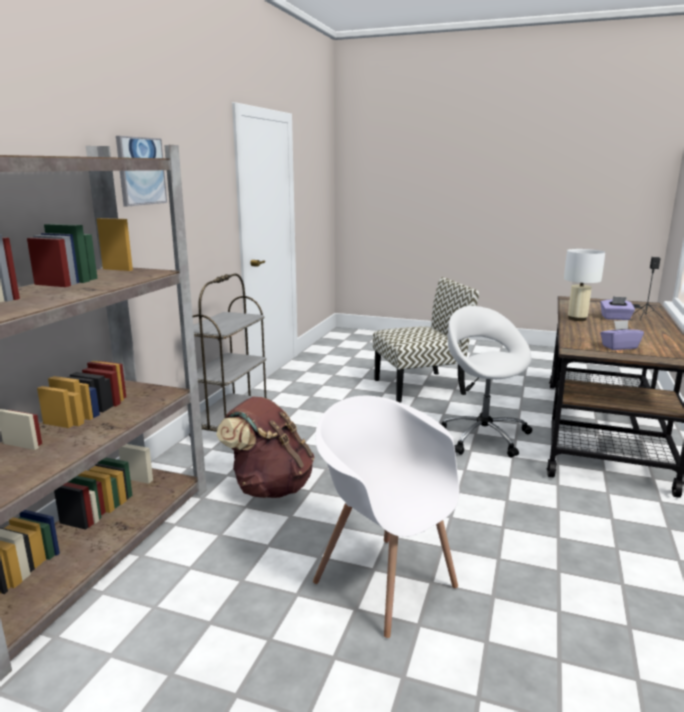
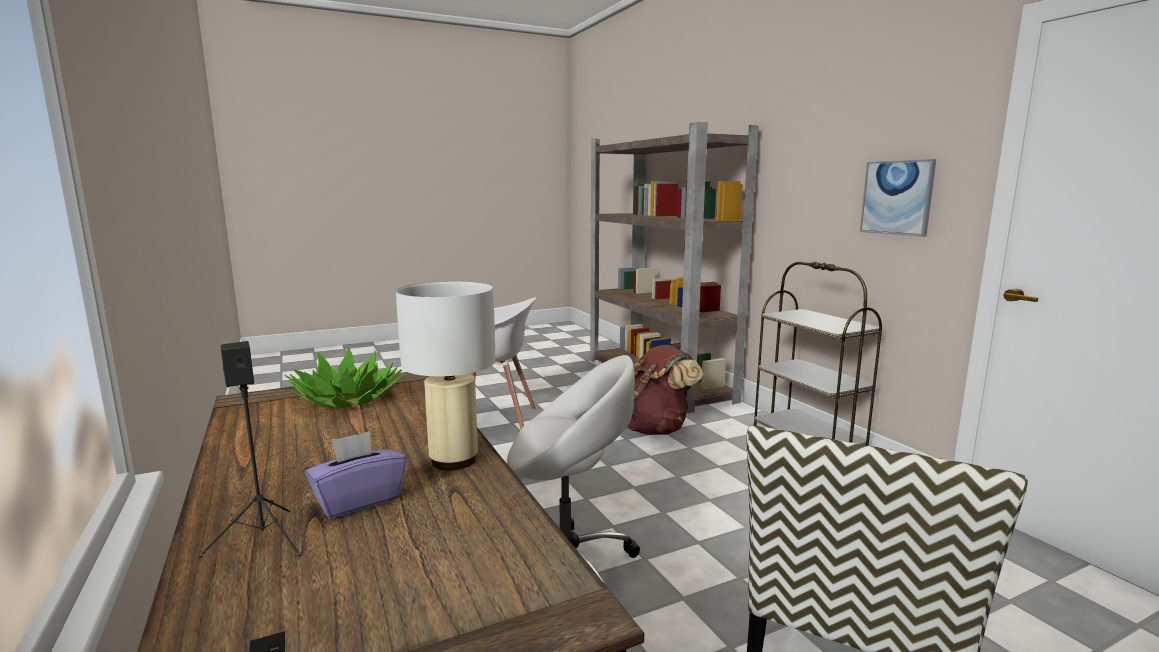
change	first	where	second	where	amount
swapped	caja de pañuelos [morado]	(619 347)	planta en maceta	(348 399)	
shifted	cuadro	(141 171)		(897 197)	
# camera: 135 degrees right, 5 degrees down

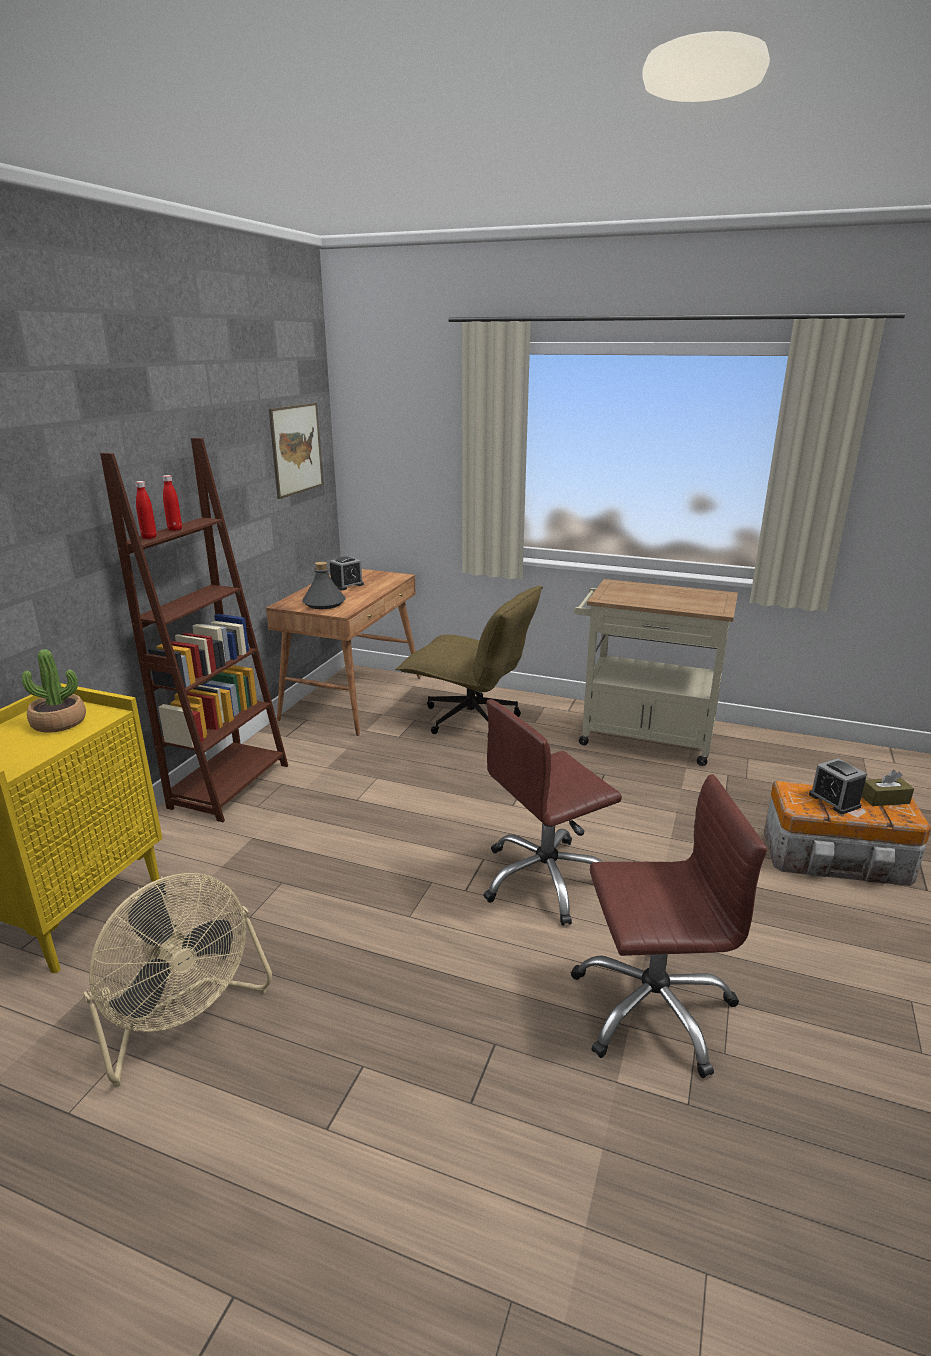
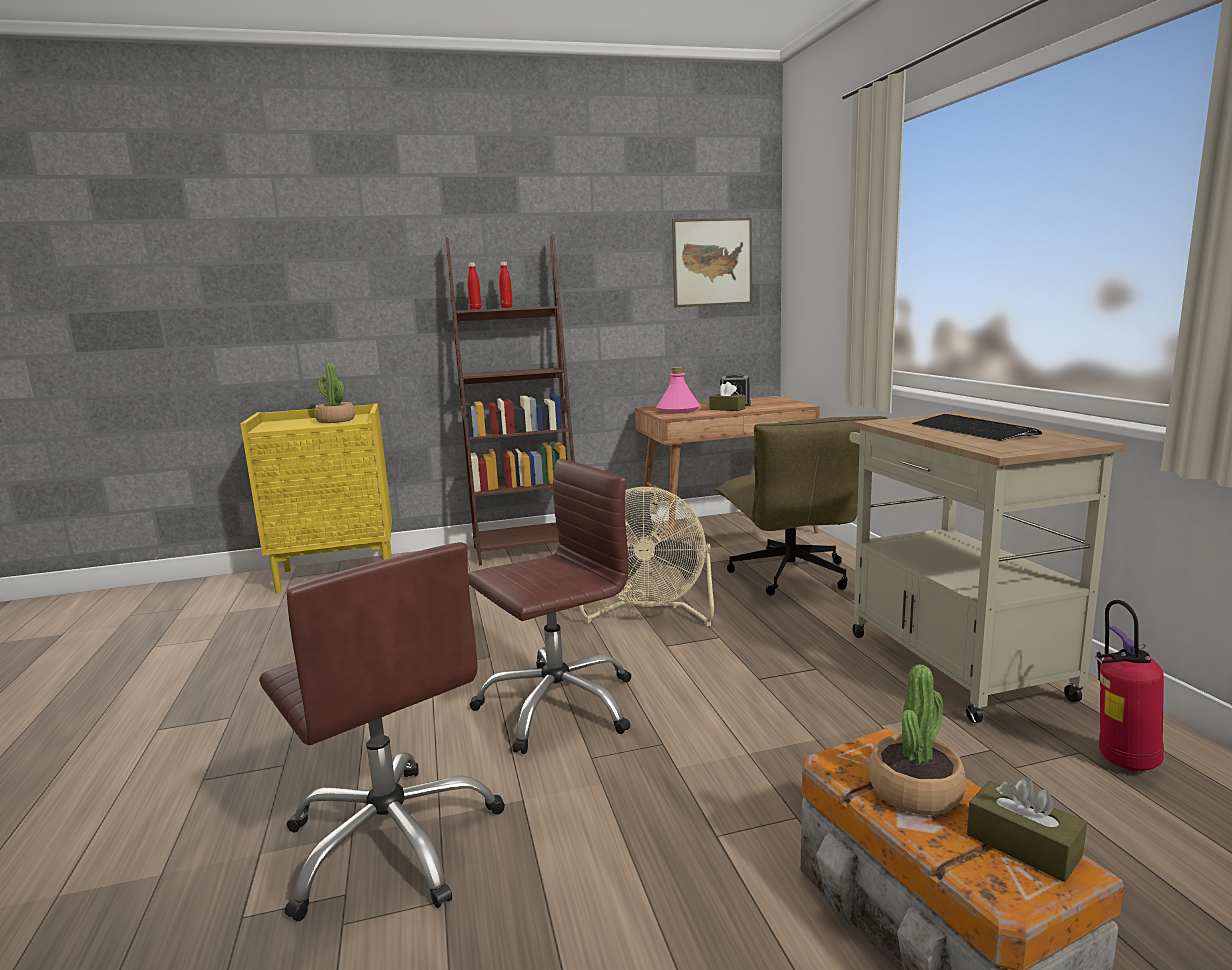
change	first	where	second	where	amount
rotated	silla de oficina [marrón]	(545 879)		(557 705)	120 degrees clockwise
shifted	ventilador [beis]	(174 1020)		(645 613)	
repainted	botella [gris]	(324 603)	botella [rosa]	(678 410)	
new			caja de pañuelos [marrón]	(727 409)	
swapped	despertador	(834 800)	planta en maceta	(915 791)	
new			teclado	(973 430)	
new			extintor	(1121 761)	
# camera: 55 degrees right, 10 degrees down

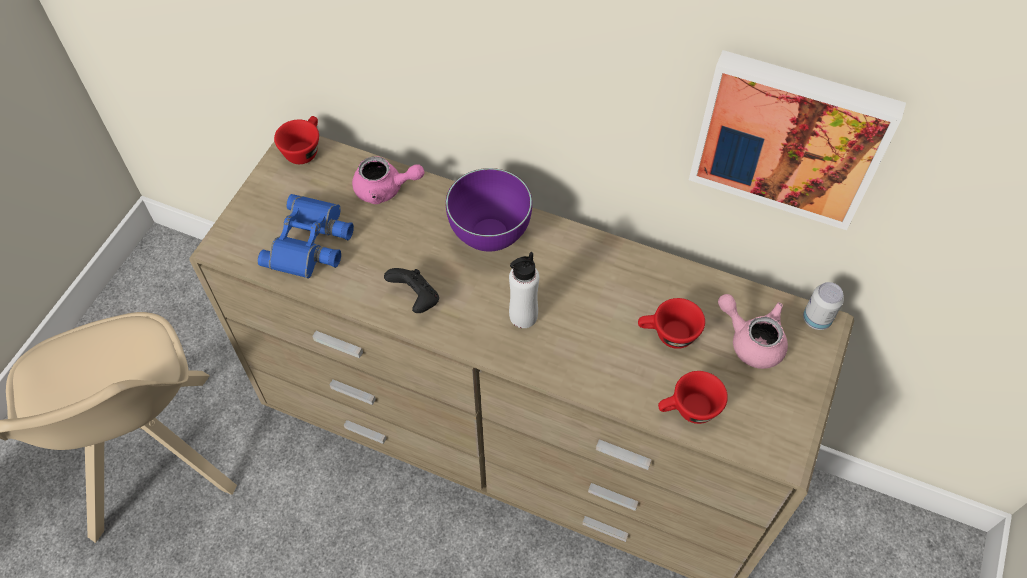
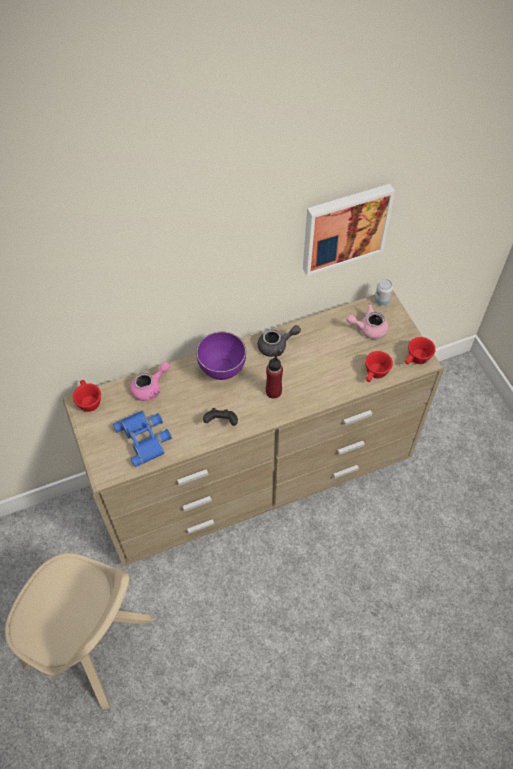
change	first	where	second	where	amount
new			tetera [gris]	(276 346)	
repainted	botella [blanco]	(523 316)	botella [rojo]	(273 391)	
shifted	taza [rojo]	(668 335)		(416 359)	
# camera: 45 degrees left, 0 degrees up

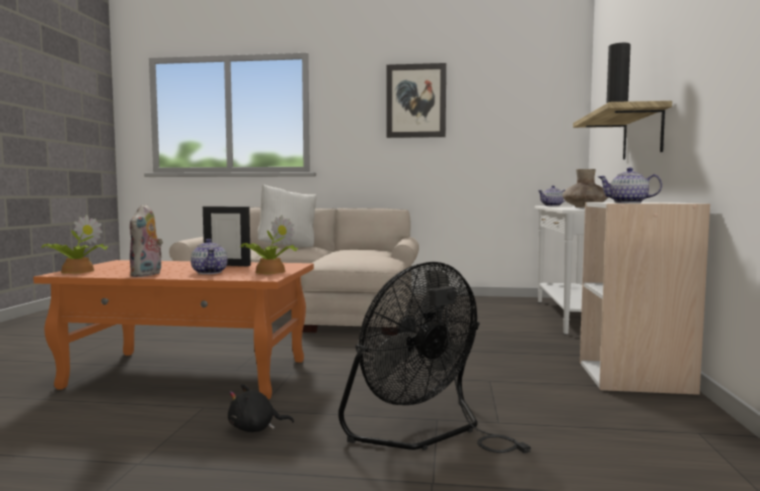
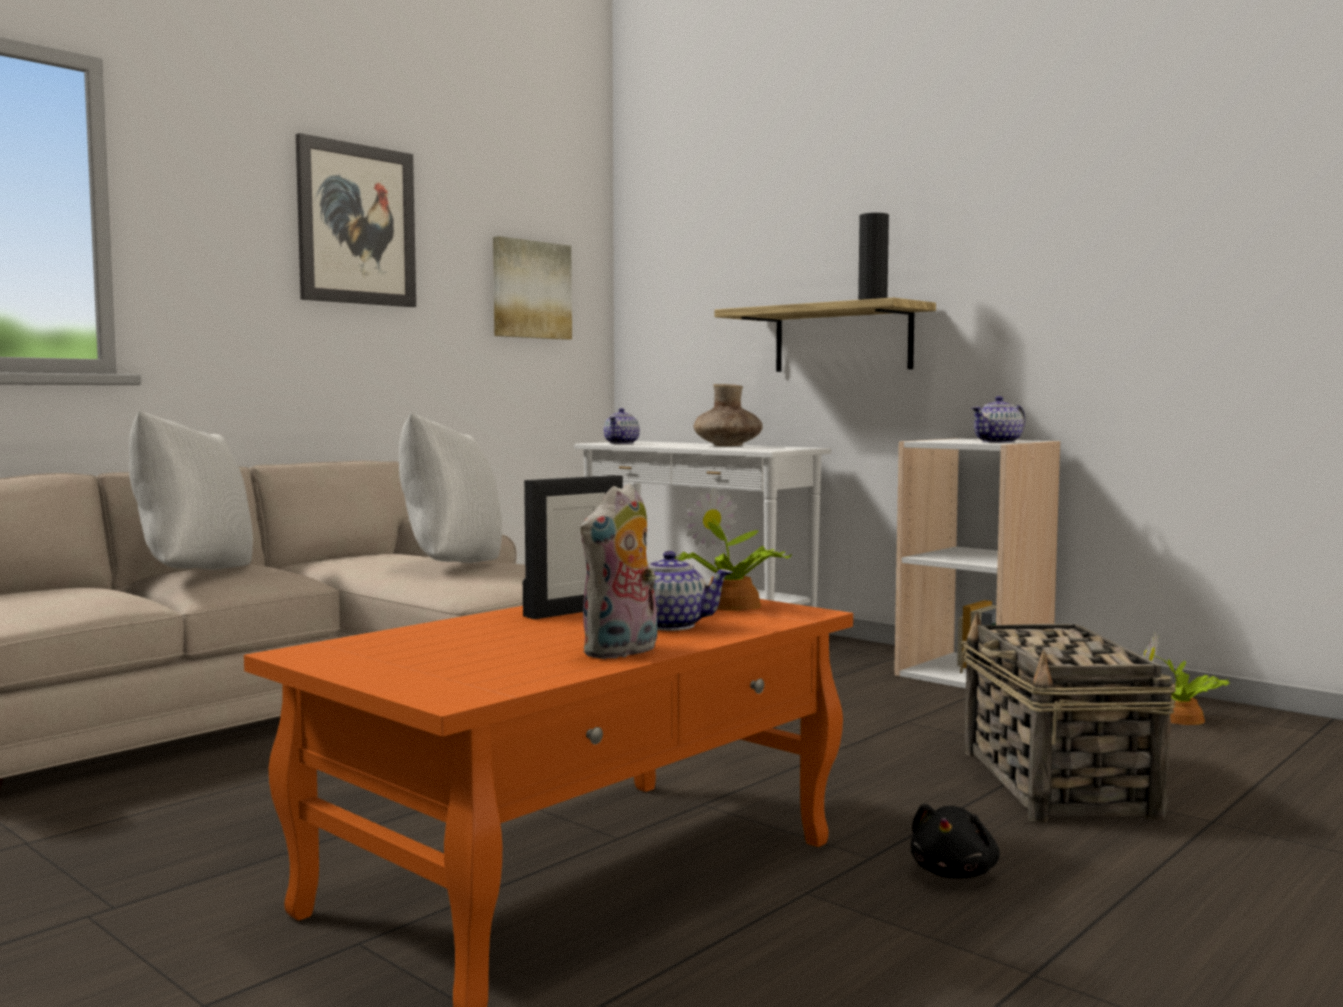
change	first	where	second	where	amount
new			cojín [blanco]	(450 565)	
new			cuadro	(530 290)	
rotated	peluche	(147 274)		(622 652)	90 degrees clockwise
swapped	ventilador [negro]	(435 430)	cesta	(1057 784)	
shifted	planta en maceta	(75 271)		(1182 719)	
# camera: 55 degrees left, 0 degrees up

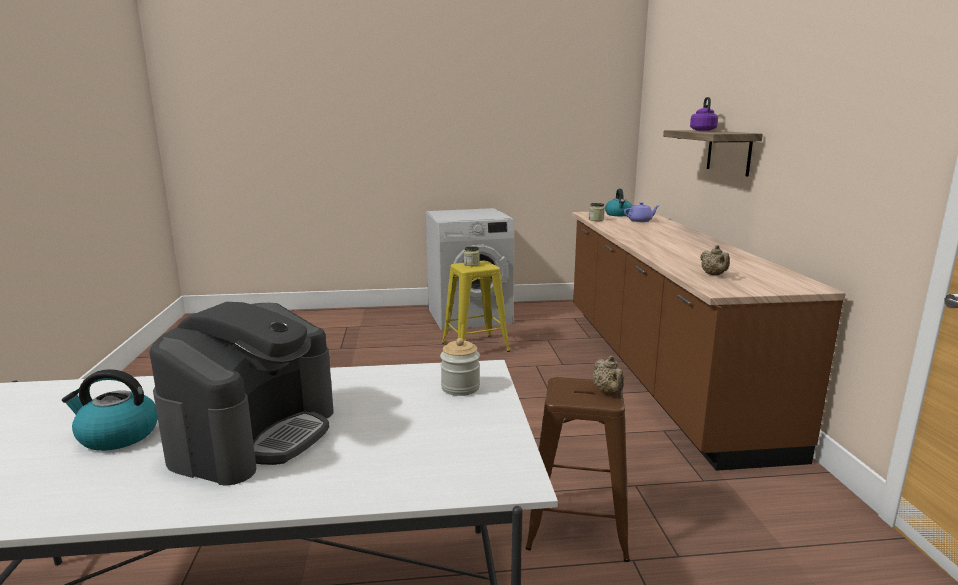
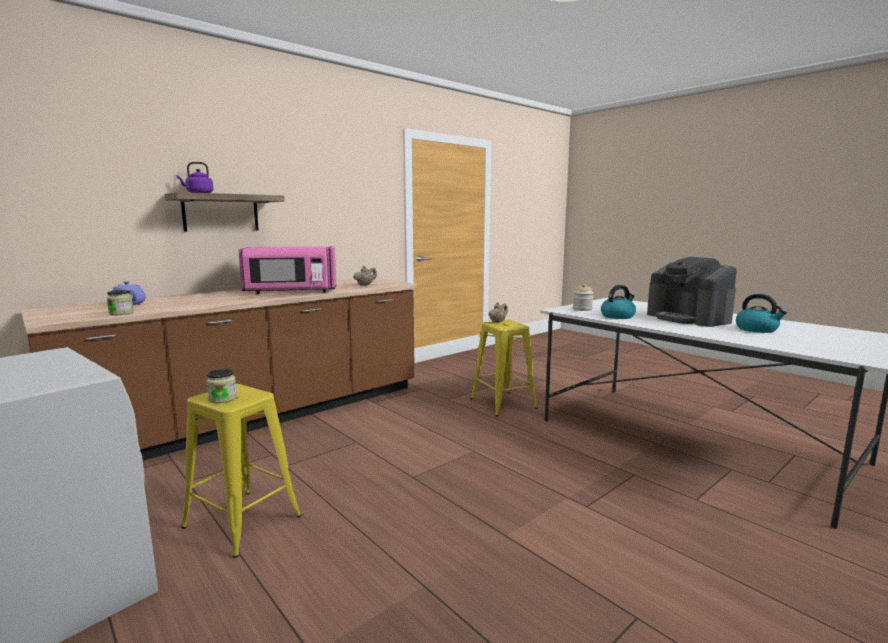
change	first	where	second	where	amount
new			microondas [rosa]	(290 292)	
repainted	taburete [marrón]	(577 526)	taburete [amarillo]	(503 403)	
shifted	hervidor	(618 214)		(618 316)	
rotated	cafetera	(255 434)		(688 318)	105 degrees counterclockwise
# camera: 125 degrees left, 5 degrees down

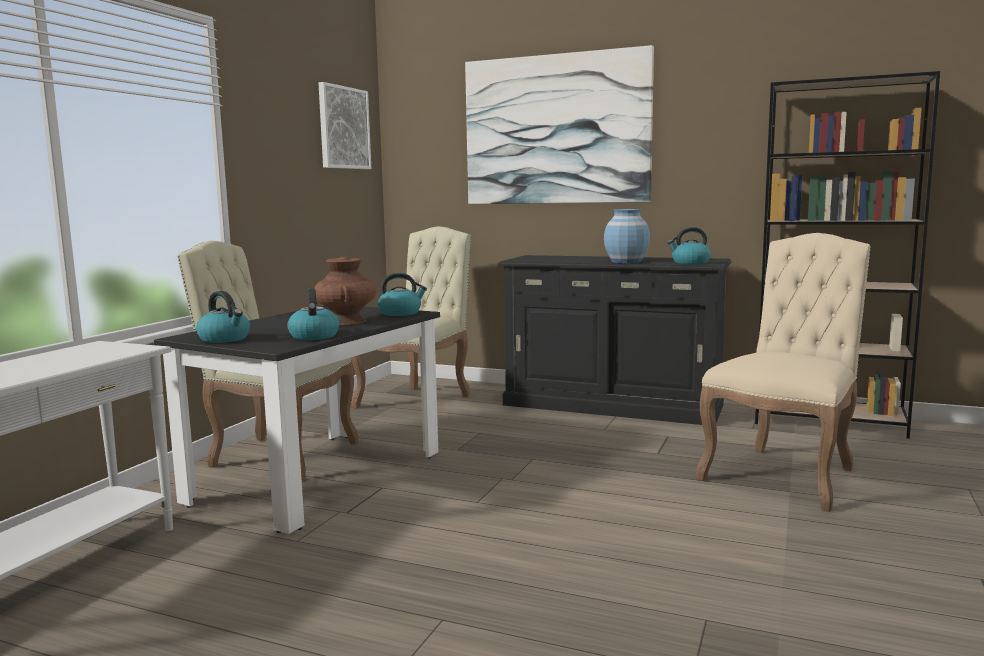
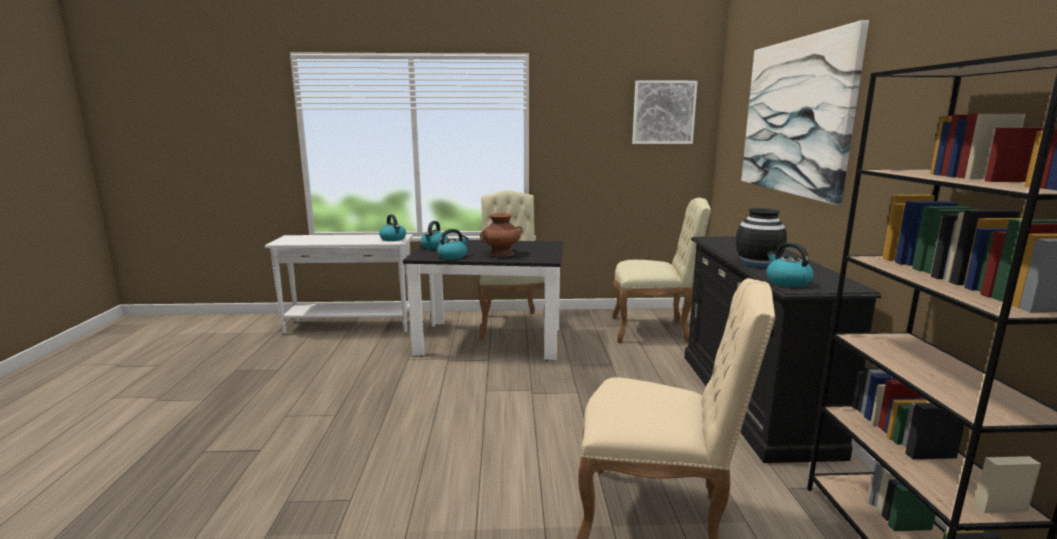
change	first	where	second	where	amount
shifted	hervidor	(401 313)		(393 239)	
repainted	florero [azul]	(626 261)	florero [negro]	(758 263)	
# camera: 65 degrees right, 5 degrees up

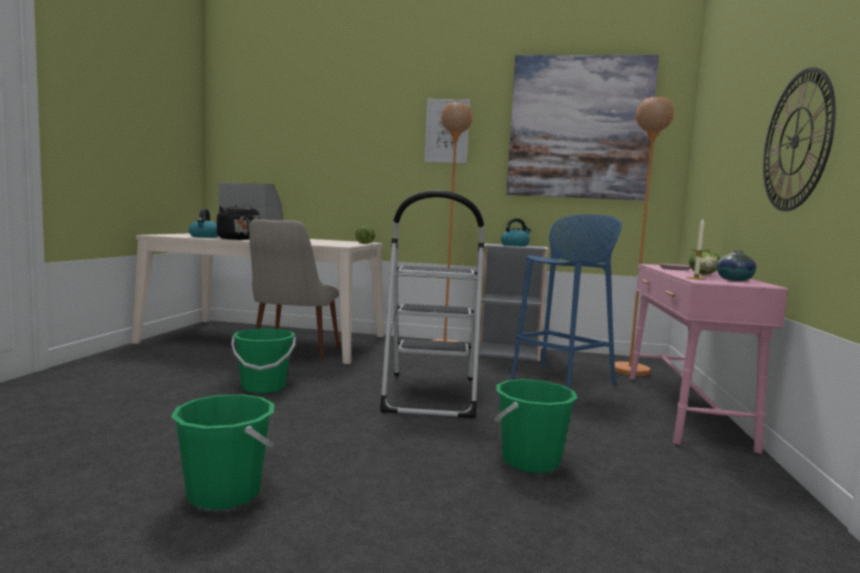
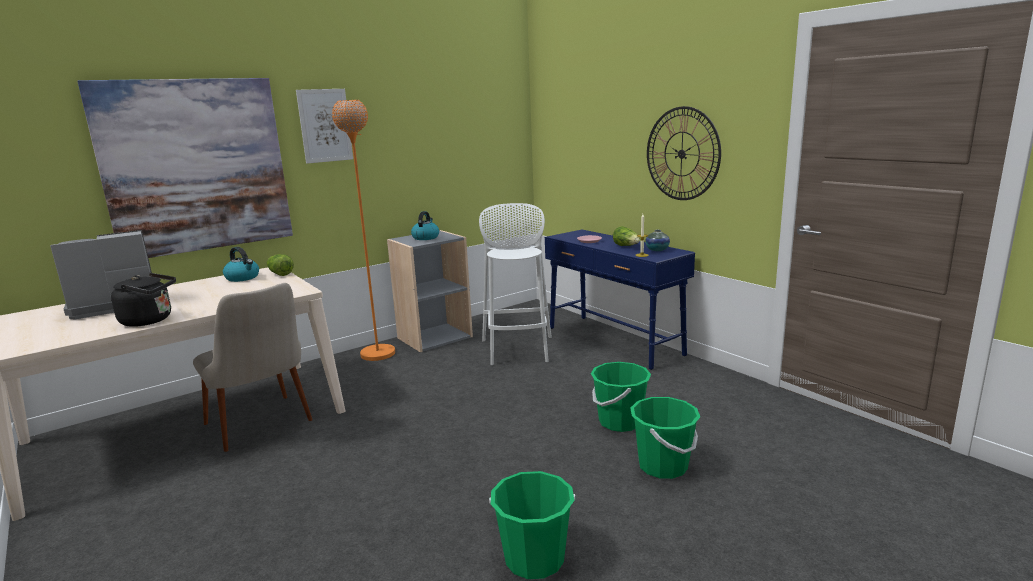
change	first	where	second	where	amount
shifted	cuadro	(579 128)		(196 166)	
shifted	hervidor	(204 237)		(243 278)	
repainted	taburete [azul]	(560 380)	taburete [blanco]	(518 349)	
repainted	mesa consola [rosa]	(682 410)	mesa consola [azul]	(613 341)	
shifted	cubo [verde]	(263 387)		(663 466)	
gone	escalera de tijera	(429 395)			
gone	lámpara de pie [naranja]	(630 370)			
# camera: 45 degrees left, 10 degrees up

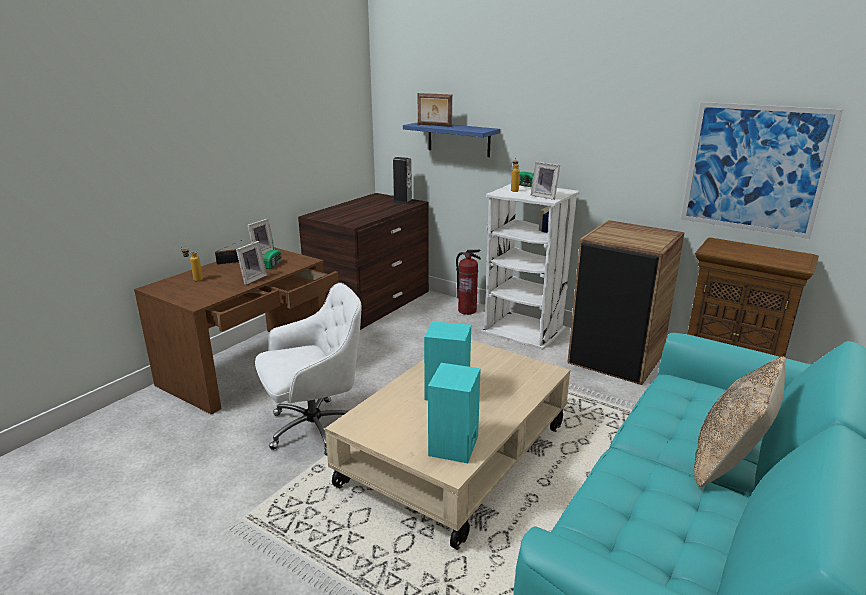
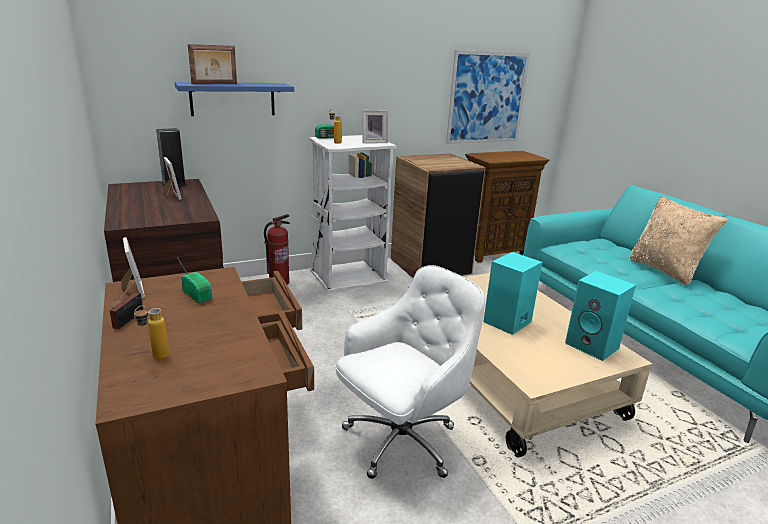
change	first	where	second	where	amount
shifted	portarretratos	(251 279)		(171 196)	
rotated	silla de oficina [blanco]	(314 428)		(401 441)	45 degrees clockwise
# camera: 60 degrees left, 0 degrees up

